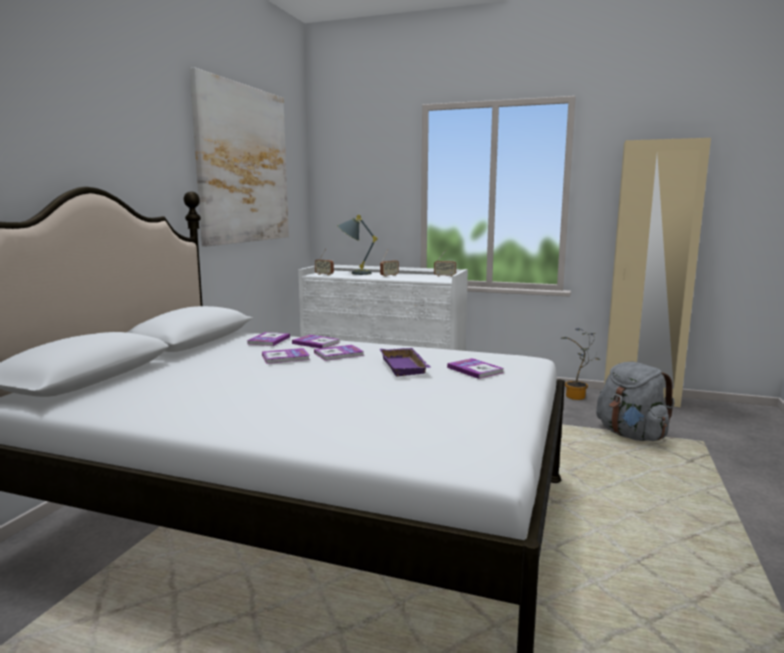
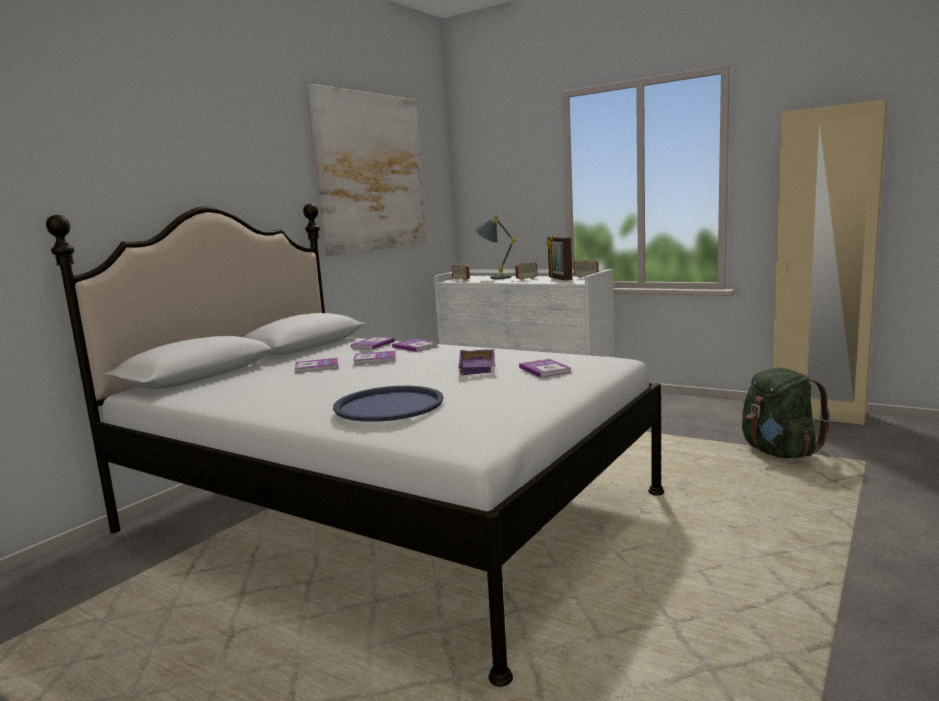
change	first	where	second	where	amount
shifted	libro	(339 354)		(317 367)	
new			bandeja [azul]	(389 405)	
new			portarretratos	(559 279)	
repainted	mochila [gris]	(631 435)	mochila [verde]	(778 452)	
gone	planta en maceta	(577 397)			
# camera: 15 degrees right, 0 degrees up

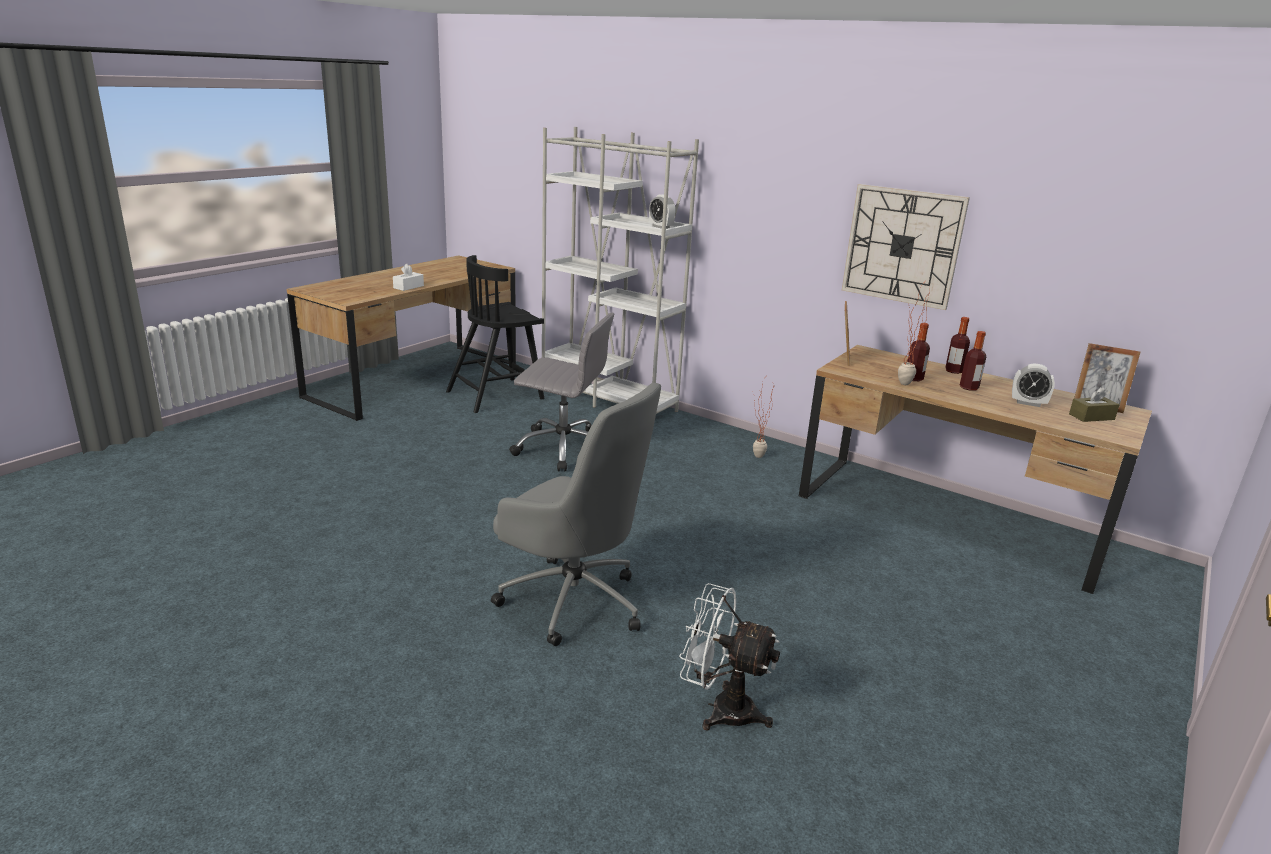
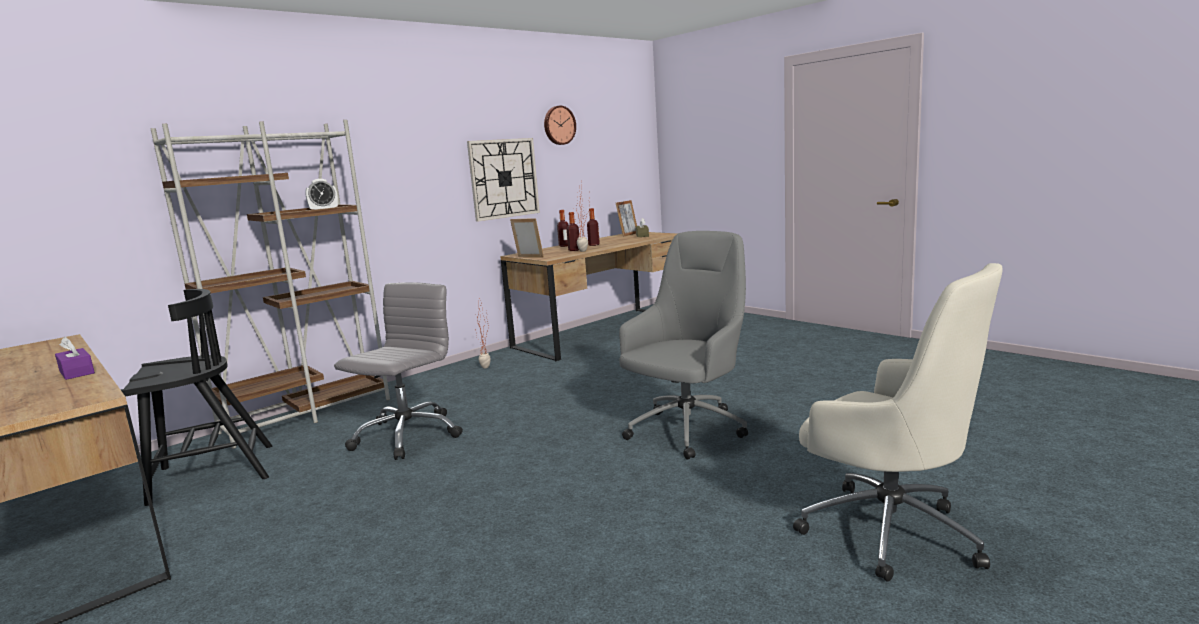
change	first	where	second	where	amount
repainted	caja de pañuelos [blanco]	(408 287)	caja de pañuelos [morado]	(77 372)	
rotated	silla [negro]	(497 394)		(210 474)	90 degrees counterclockwise
repainted	estantería [blanco]	(609 400)	estantería [marrón]	(308 415)	
new			reloj de pared	(559 125)	
new			silla de oficina [beis]	(890 533)	
gone	ventilador [blanco]	(721 709)			
gone	despertador	(1028 403)			
# camera: 75 degrees left, 10 degrees down

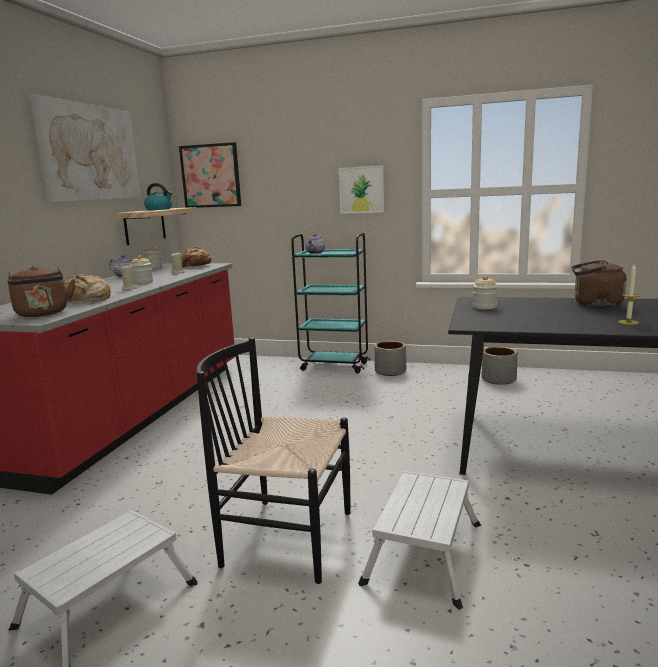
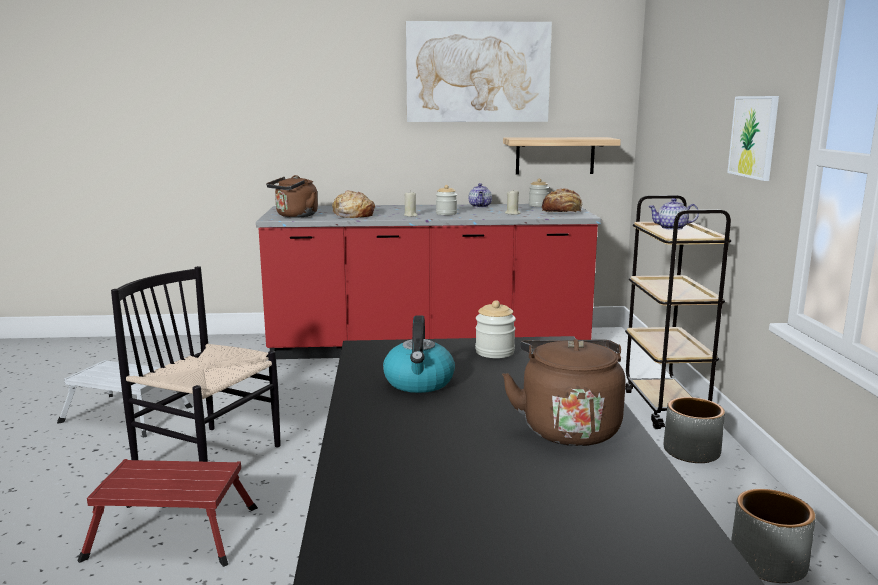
change	first	where	second	where	amount
repainted	escalera de tijera [blanco]	(424 552)	escalera de tijera [rojo]	(174 533)	
rotated	silla [negro]	(282 537)		(205 457)	60 degrees counterclockwise
shifted	hervidor	(159 209)		(419 382)	
repainted	carrito [turquesa]	(335 366)	carrito [marrón]	(666 409)	
gone	cuadro	(211 176)			
gone	vela	(628 322)			
# camera: 70 degrees right, 0 degrees up

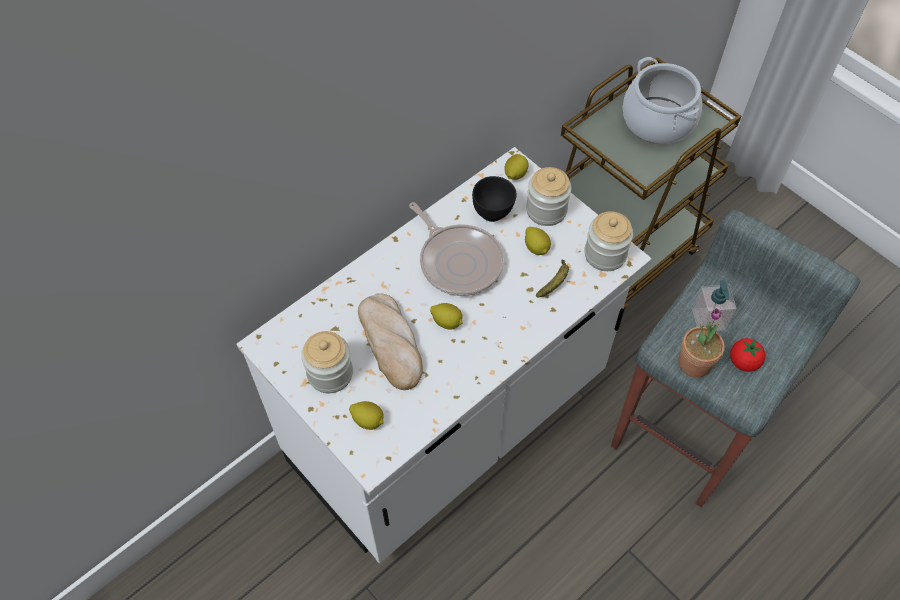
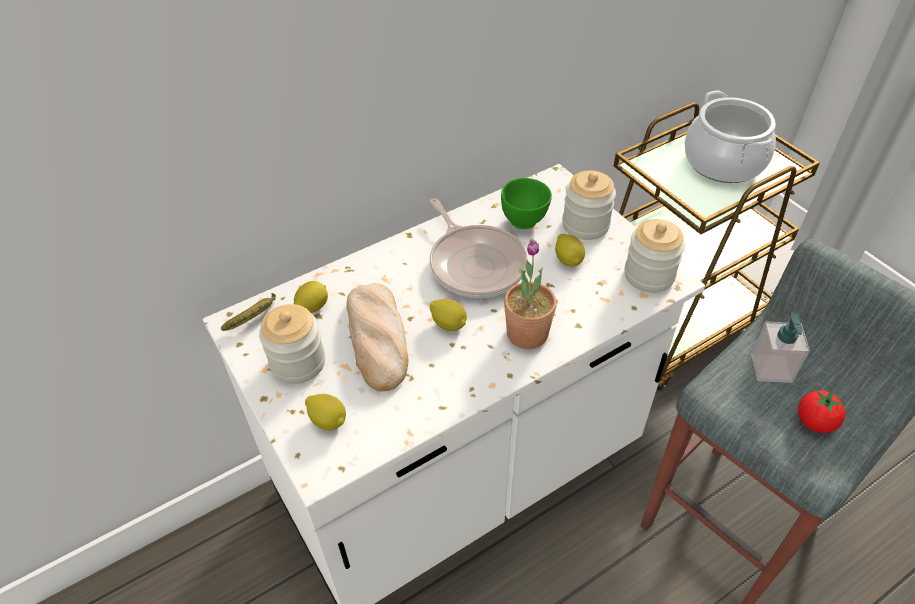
change	first	where	second	where	amount
shifted	plátano	(554 282)		(254 318)	
shifted	limón	(515 174)		(312 307)	
repainted	cuenco [negro]	(493 212)	cuenco [verde]	(524 221)	
shifted	planta en maceta	(694 363)		(527 333)	
# camera: 10 degrees right, 10 degrees down

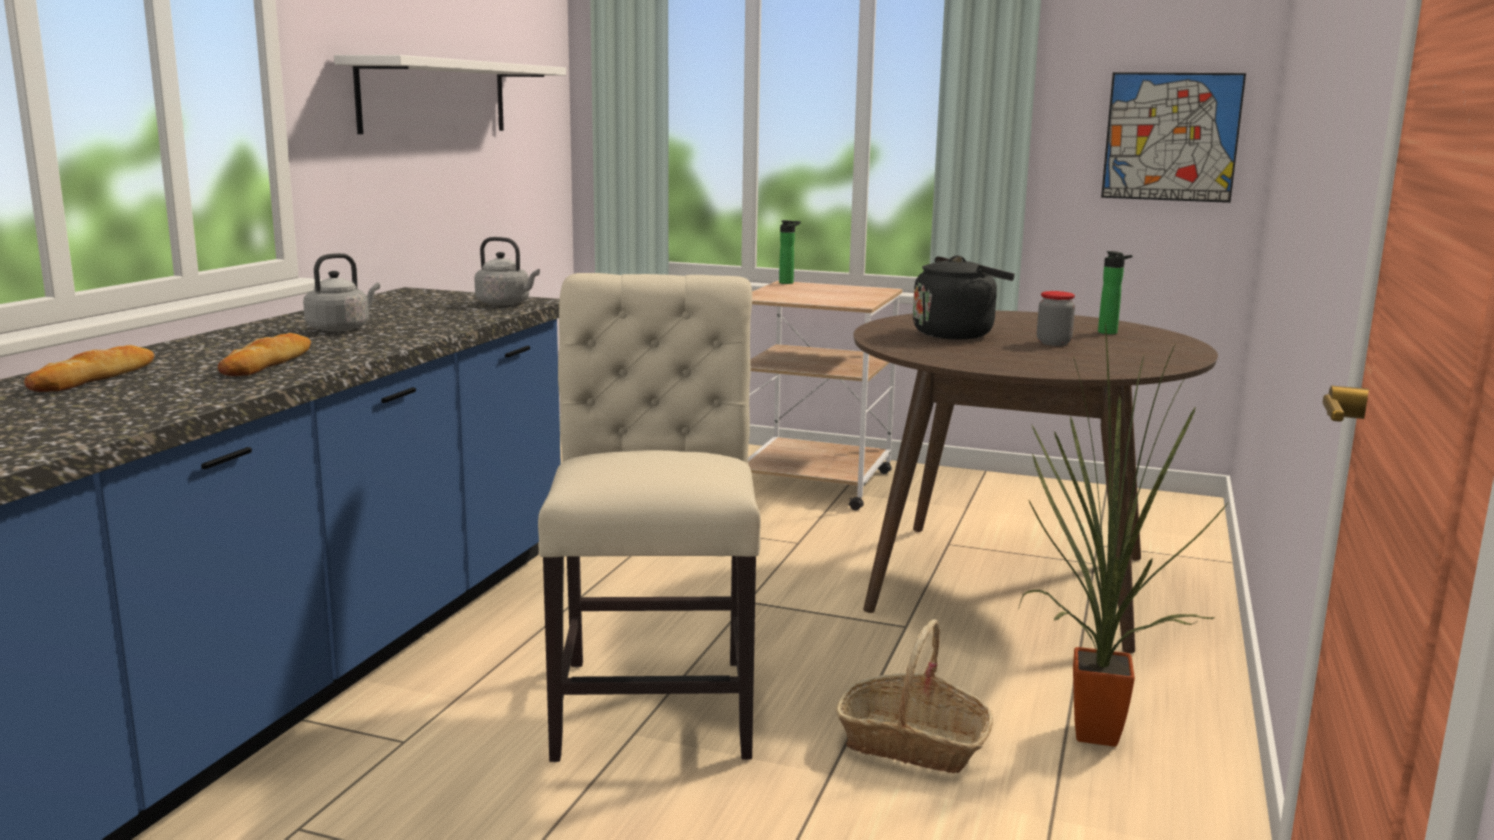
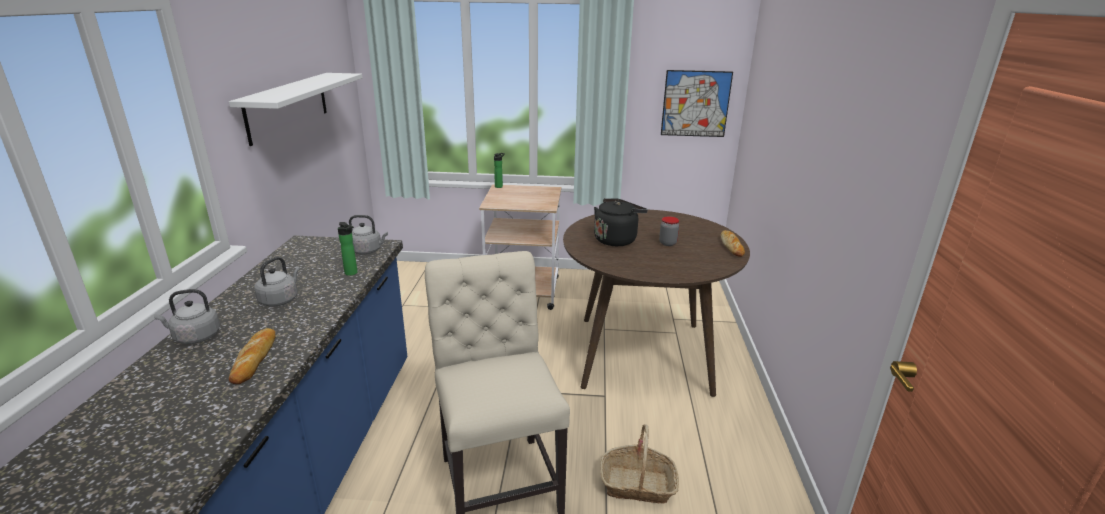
change	first	where	second	where	amount
new			hervidor [gris]	(195 337)	
shifted	botella	(1110 333)		(352 273)	
shifted	pan	(95 378)		(731 246)	
gone	planta en maceta	(1085 733)			
# camera: 15 degrees left, 10 degrees up

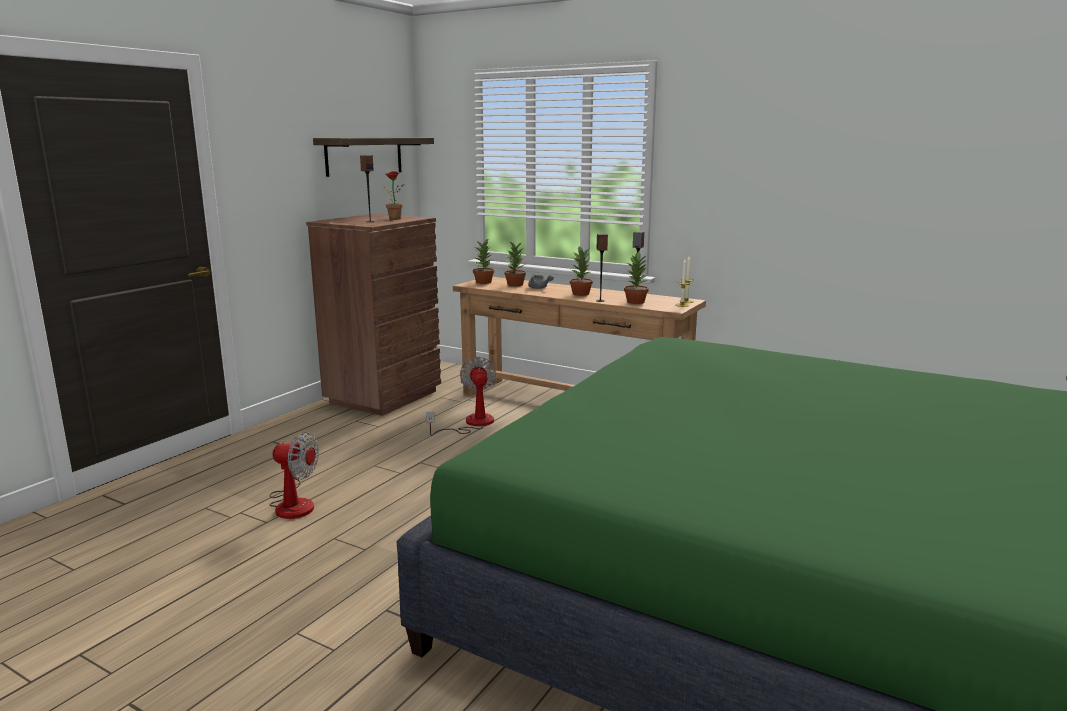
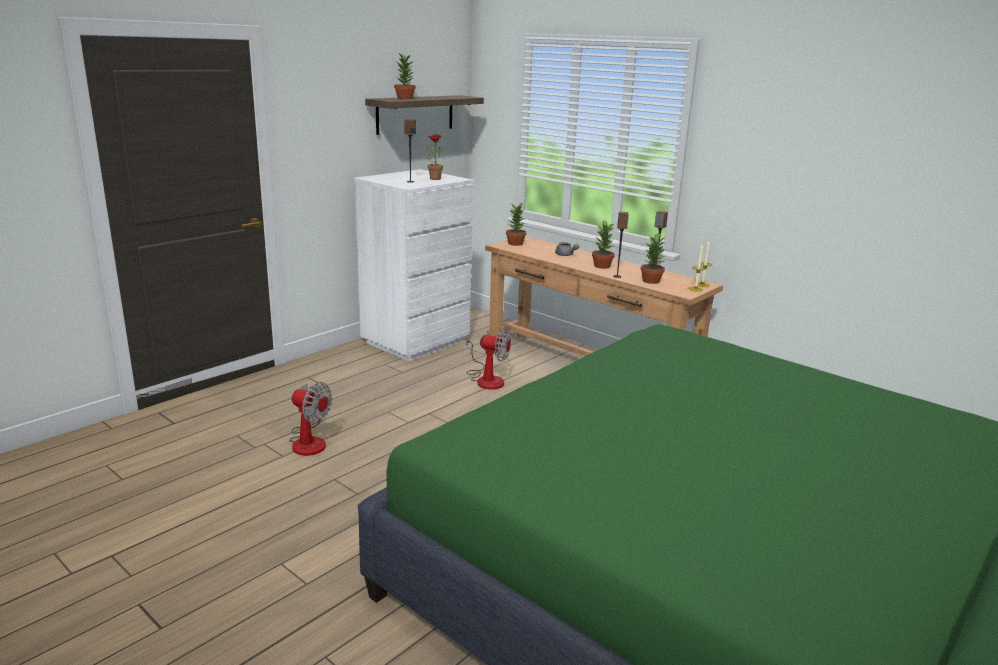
change	first	where	second	where	amount
repainted	cómoda [marrón]	(383 396)	cómoda [blanco]	(415 341)	
shifted	planta en maceta	(514 285)		(404 98)	
rotated	ventilador	(471 424)		(486 379)	105 degrees clockwise
# camera: 10 degrees right, 5 degrees up

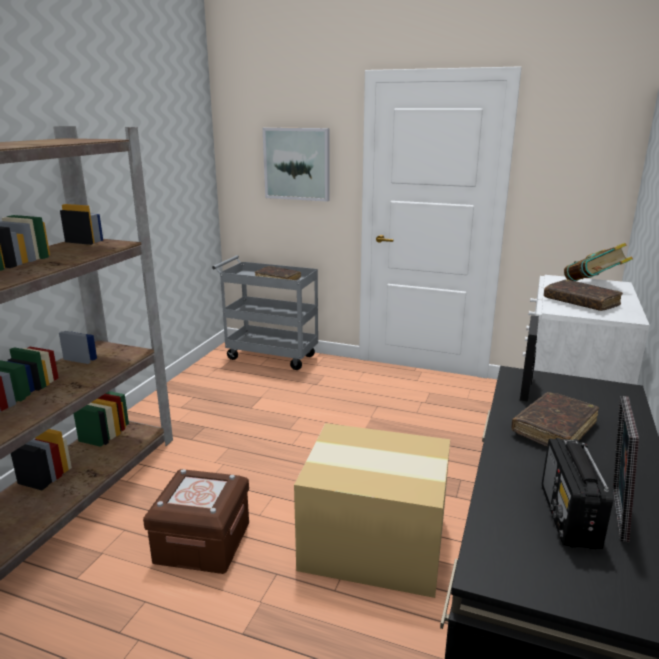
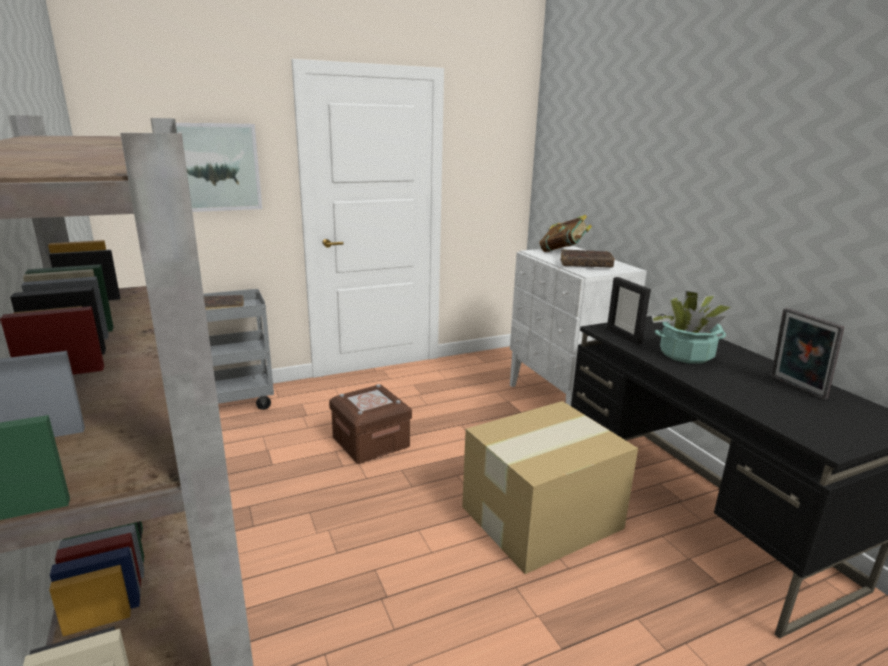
change	first	where	second	where	amount
shifted	caja de almacenaje [marrón]	(202 543)		(371 442)	
swapped	libro [marrón]	(554 429)	planta en maceta	(686 355)	
gone	radio	(569 517)			
# camera: 45 degrees left, 0 degrees up

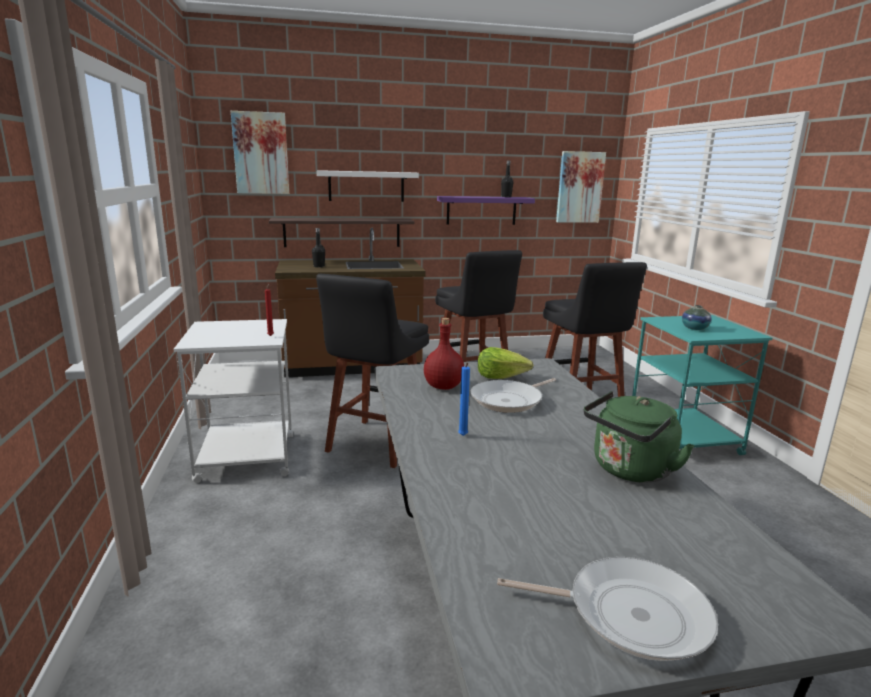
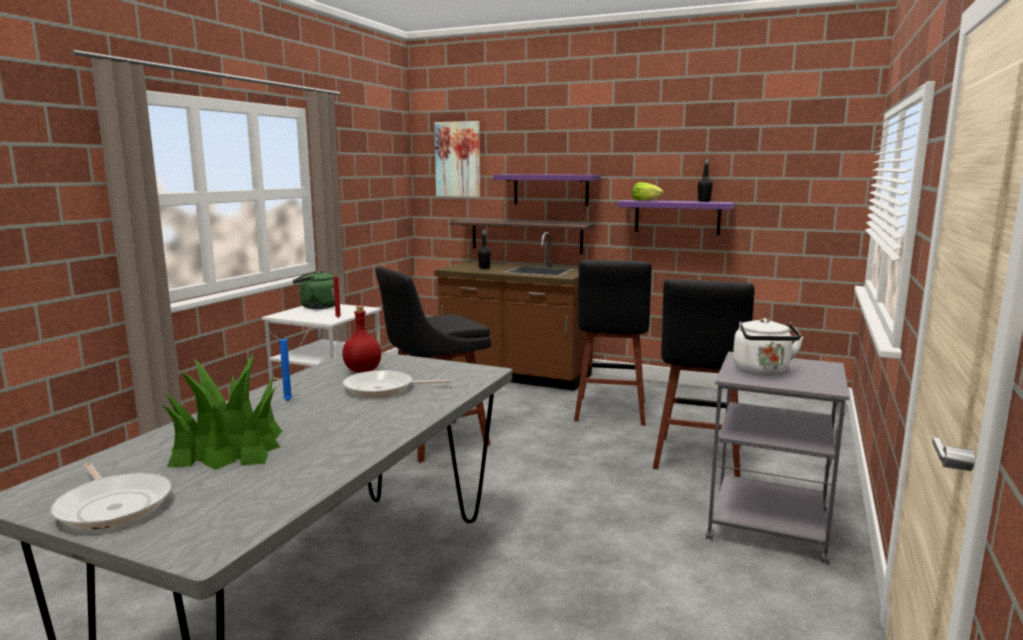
change	first	where	second	where	amount
new			planta en maceta	(228 448)	
shifted	hervidor [verde]	(629 470)		(317 307)	
repainted	estante [blanco]	(366 186)	estante [morado]	(551 189)	
shifted	lechuga	(501 377)		(646 200)	
repainted	carrito [turquesa]	(684 441)	carrito [gris]	(768 526)	
swapped	florero	(694 328)	hervidor [blanco]	(762 371)	
gone	cuadro	(579 187)			
# camera: 35 degrees right, 5 degrees down

